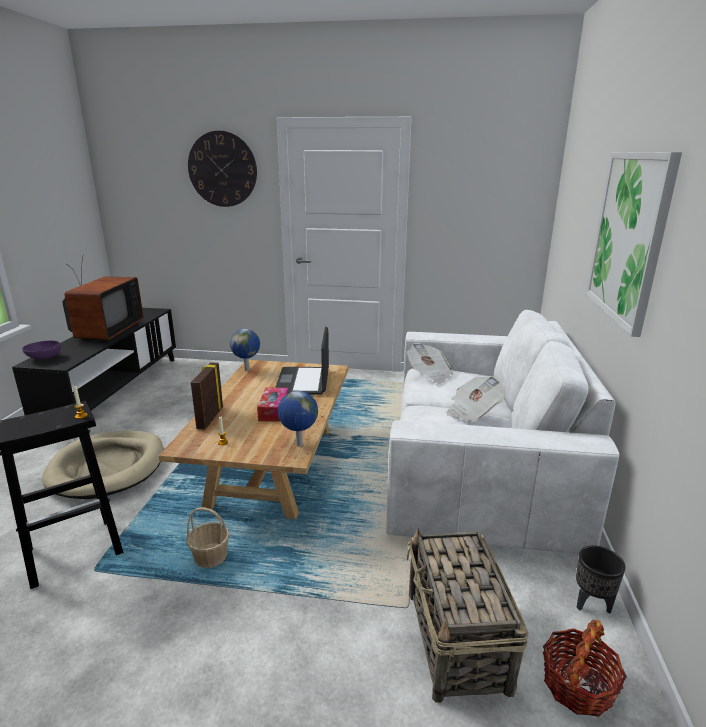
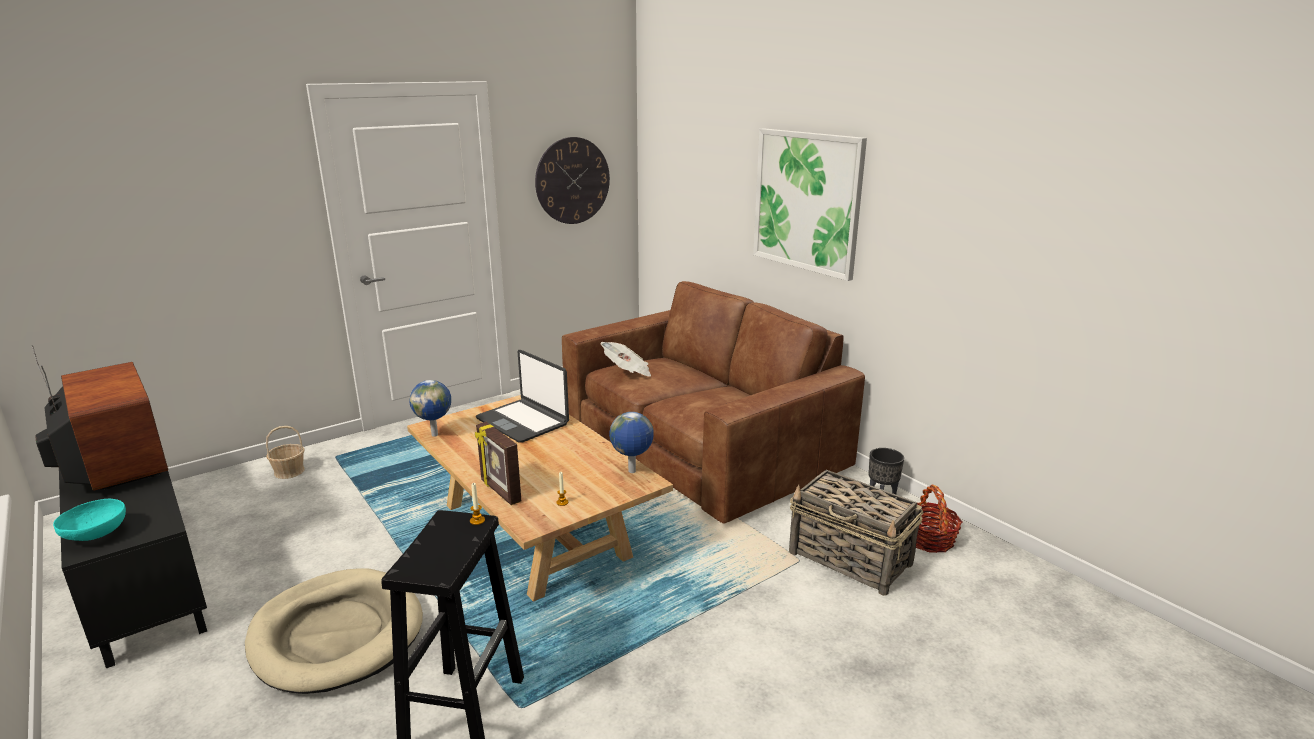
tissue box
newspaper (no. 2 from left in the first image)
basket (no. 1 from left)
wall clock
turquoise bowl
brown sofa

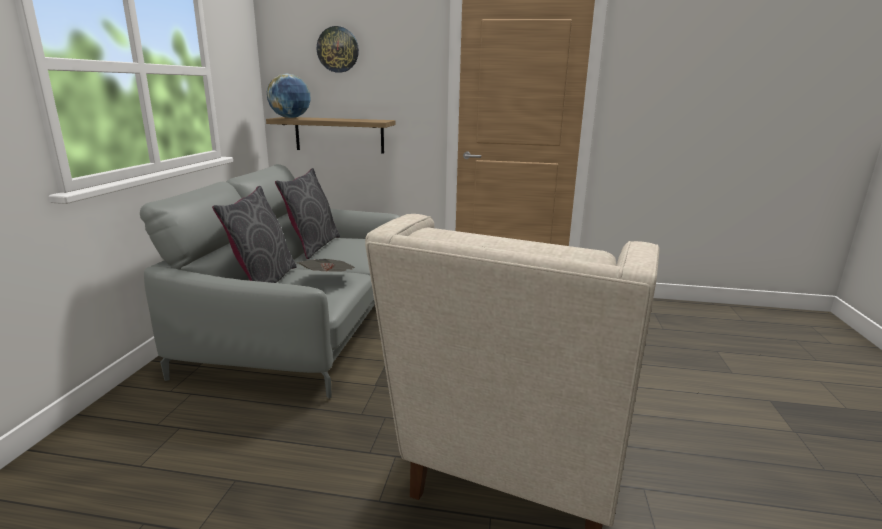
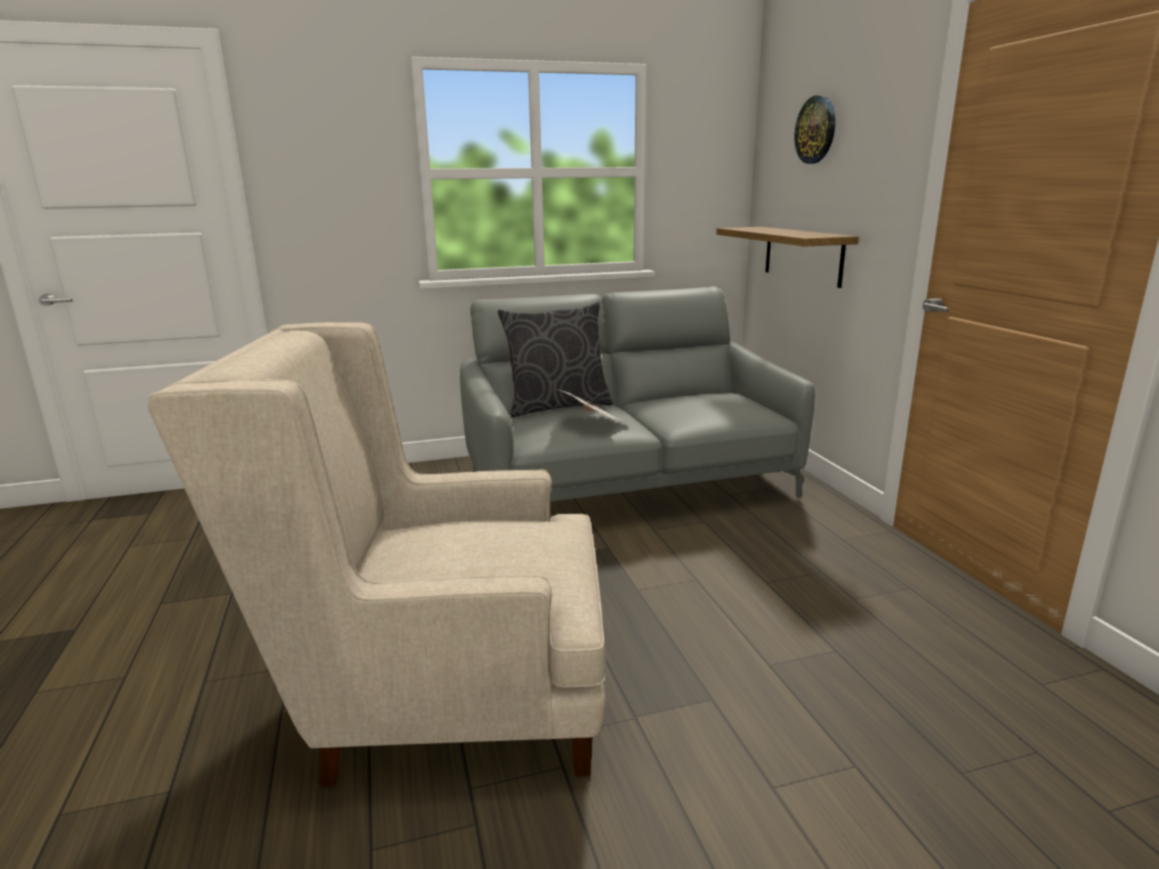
globe
grey pillow (no. 2 from left in the first image)

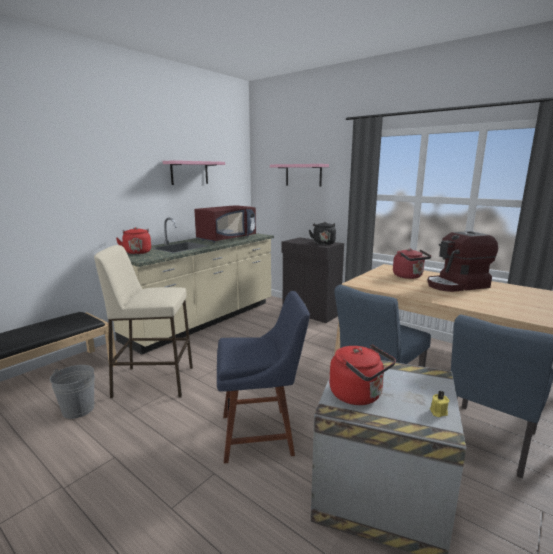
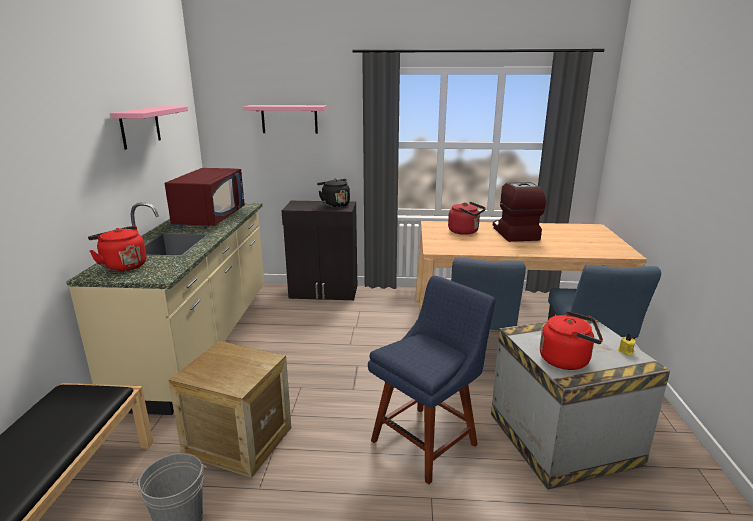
crate (no. 1 from left)
coffee machine

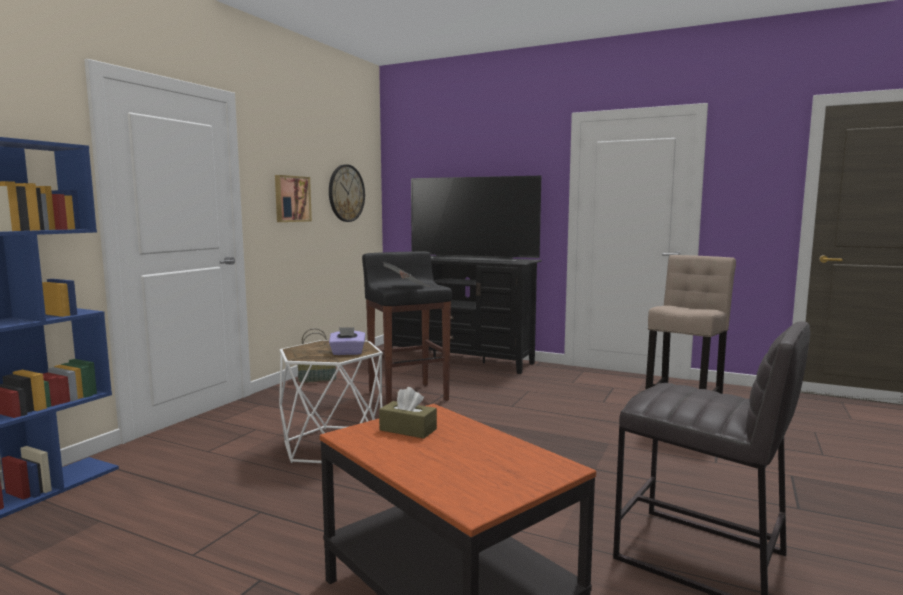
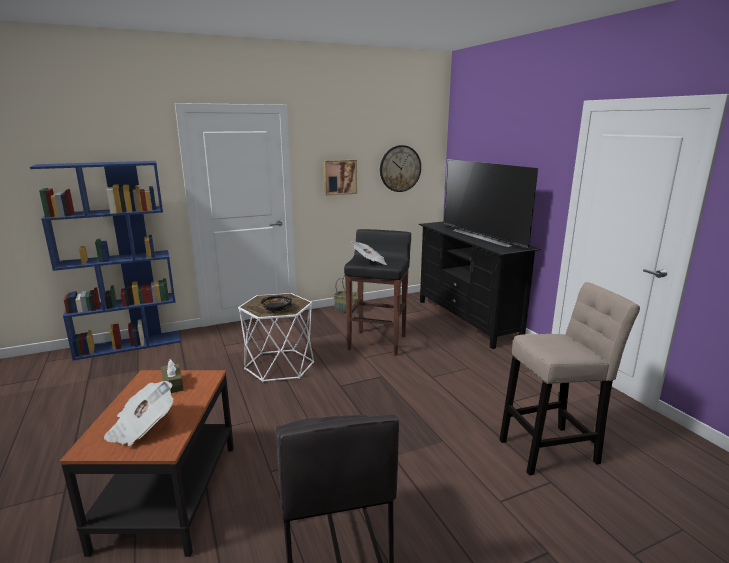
newspaper (no. 1 from left)
black bowl

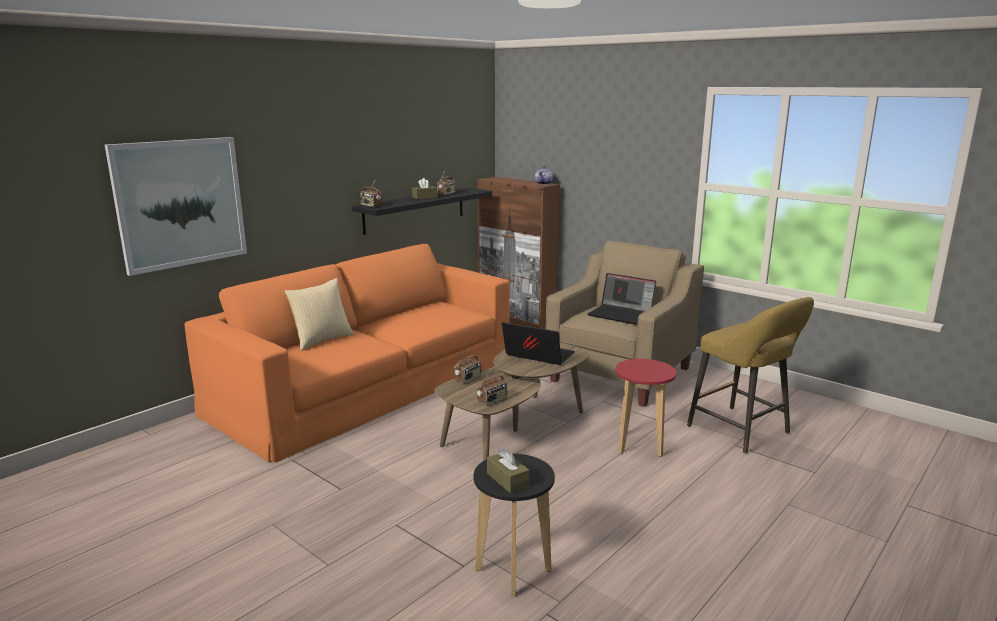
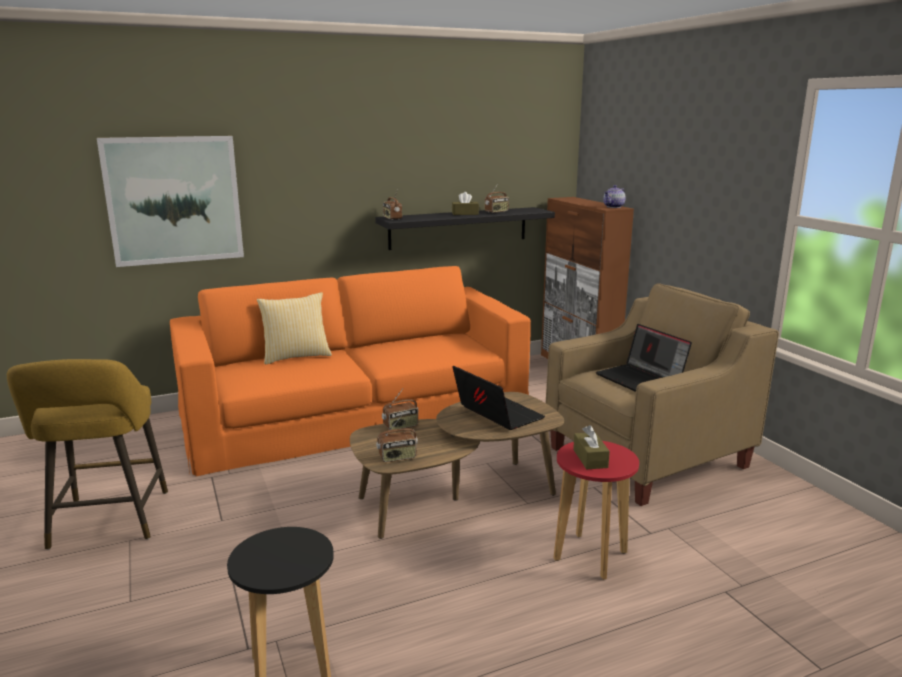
brown tissue box (no. 2 from left)
yellow stool

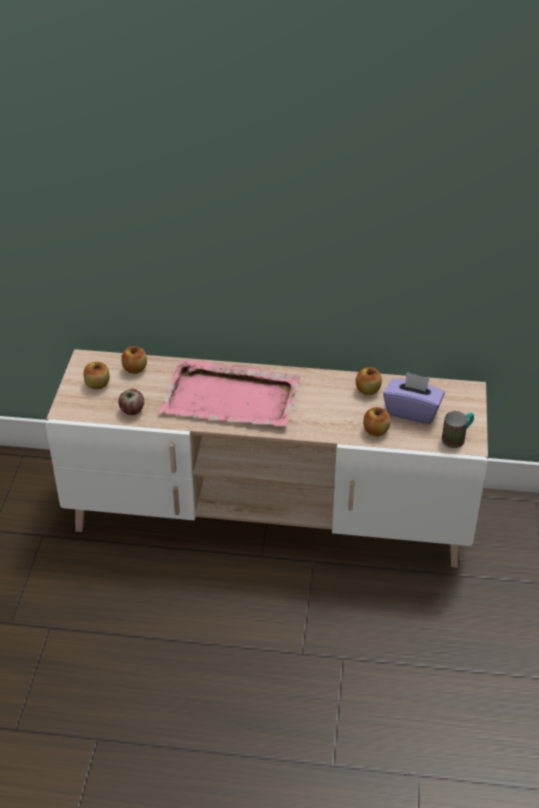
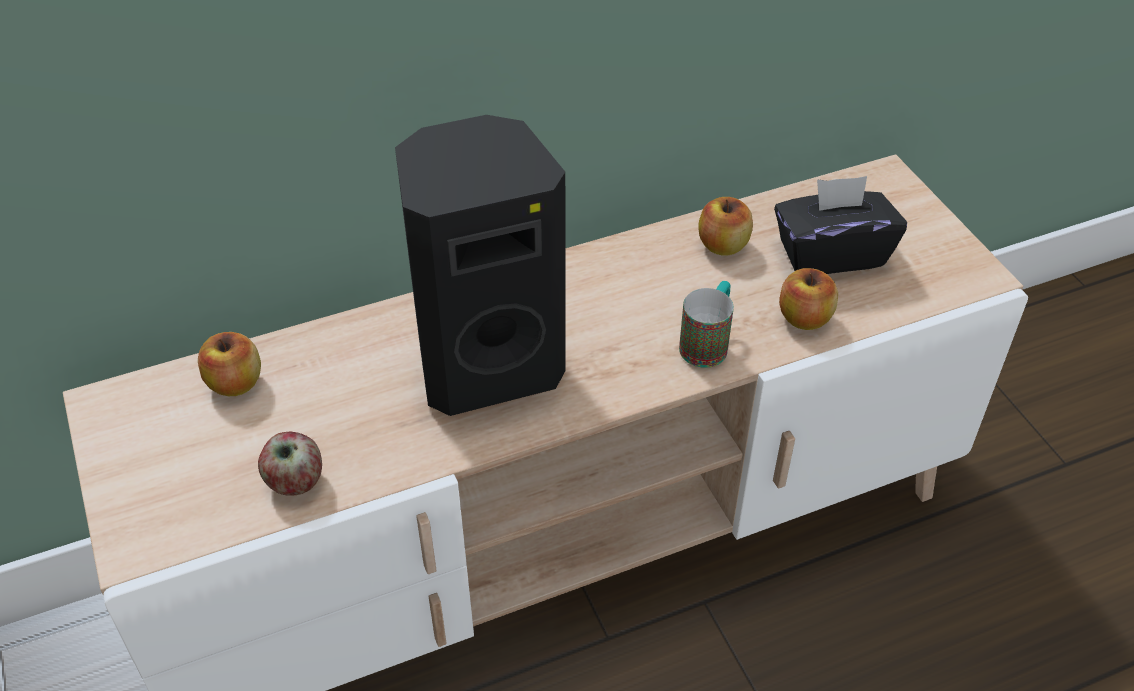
apple (no. 1 from left in the first image)
mug
black speaker
black tissue box

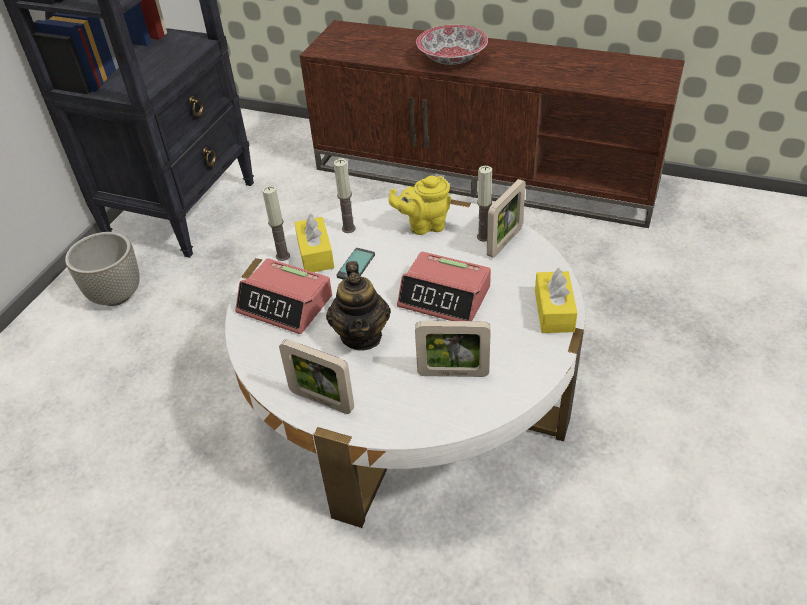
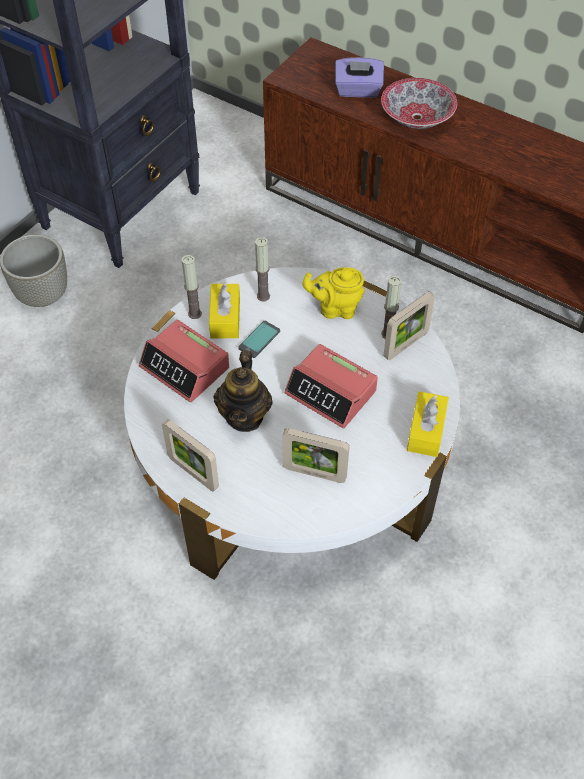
purple tissue box

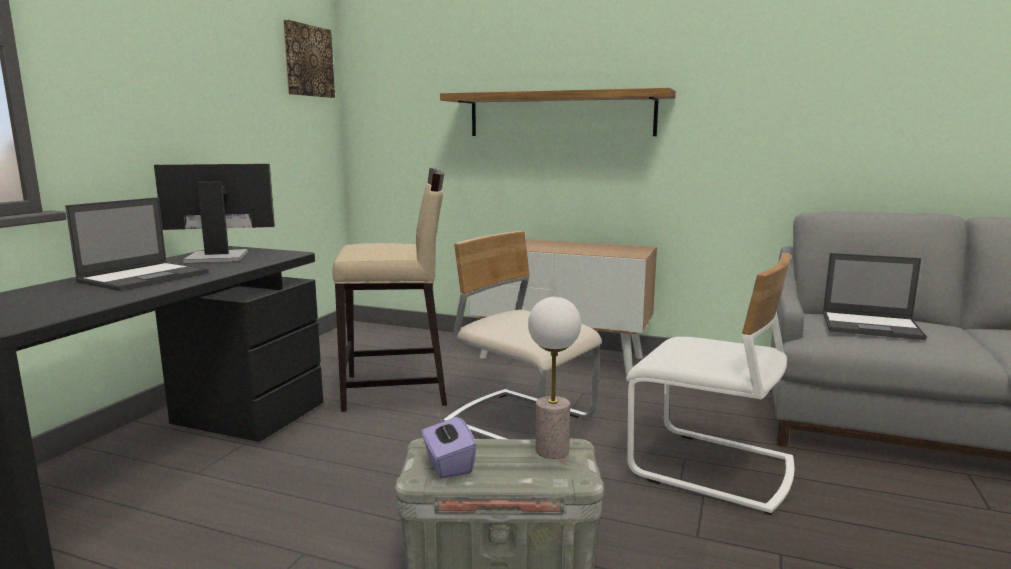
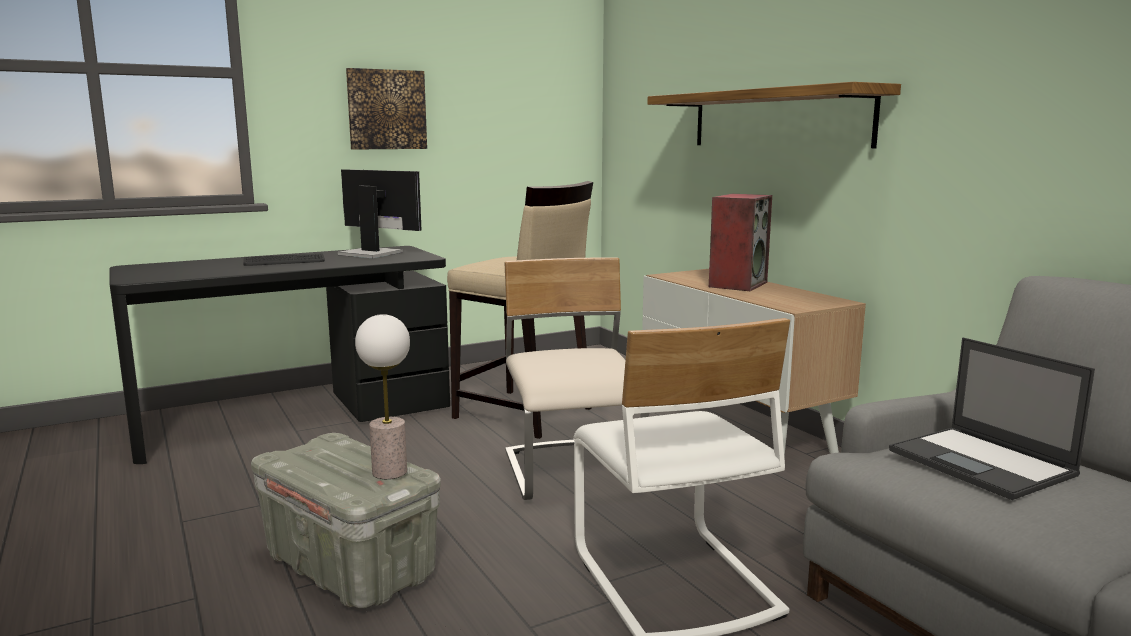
purple tissue box
speaker
picture
keyboard

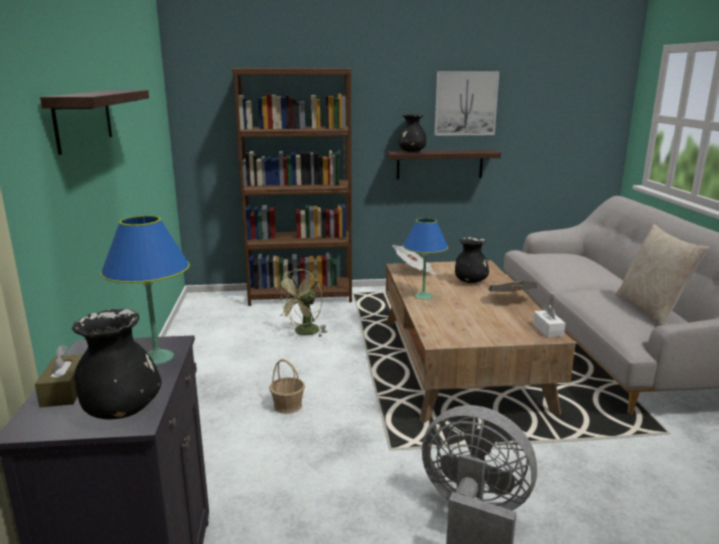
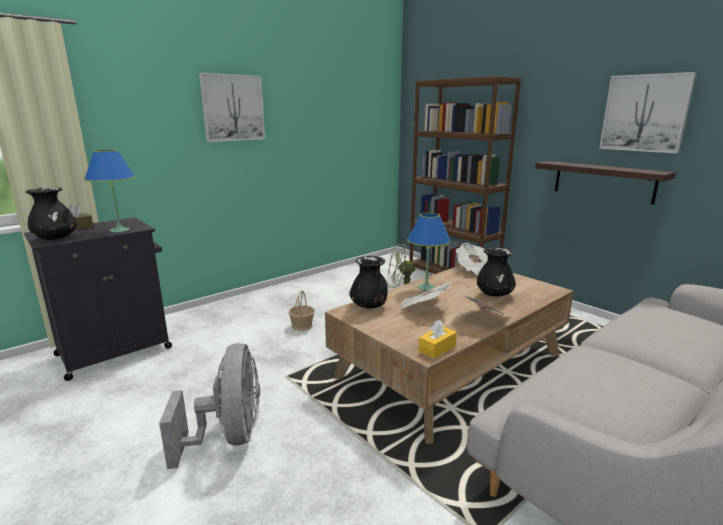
beige pillow
newspaper (no. 1 from left)
black vase (no. 2 from left)
picture (no. 1 from left)
yellow tissue box

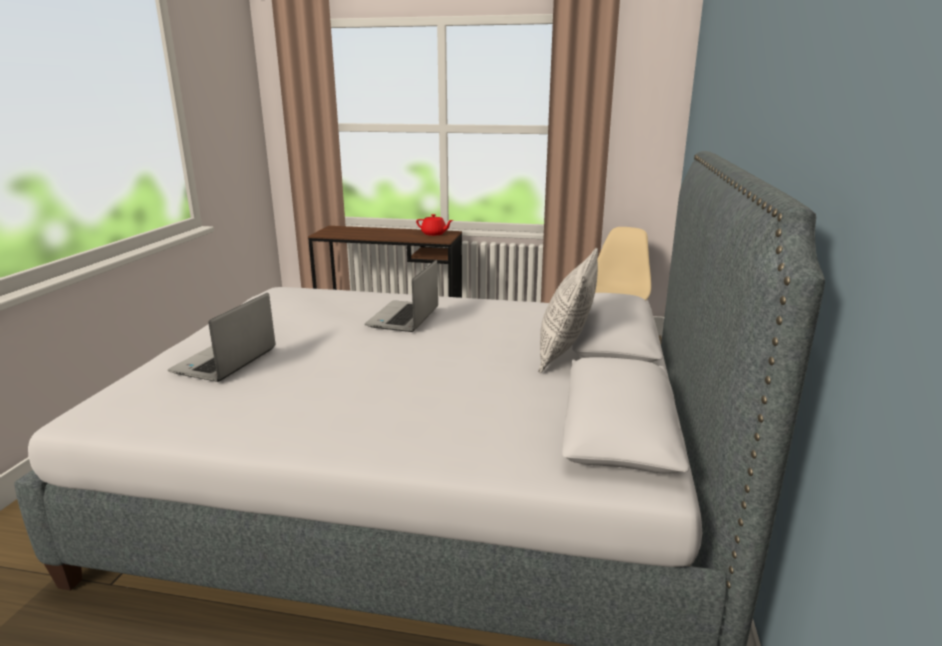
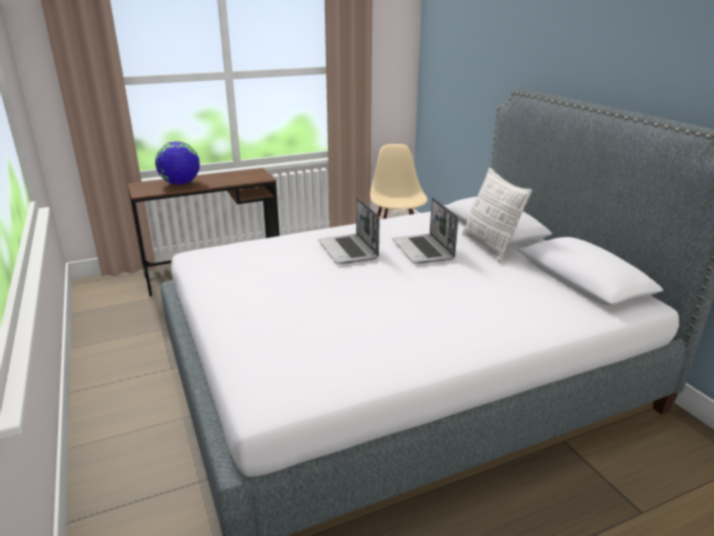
red teapot
globe
laptop (no. 2 from left)

